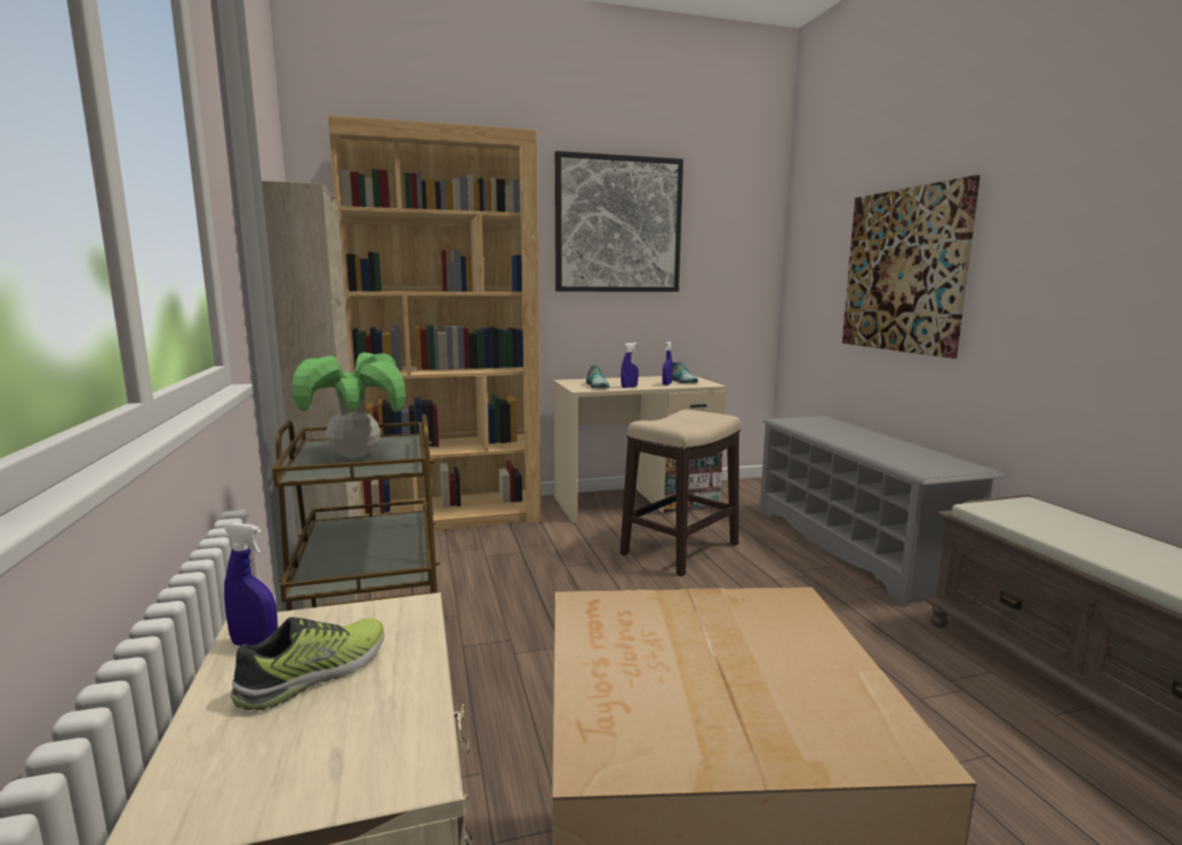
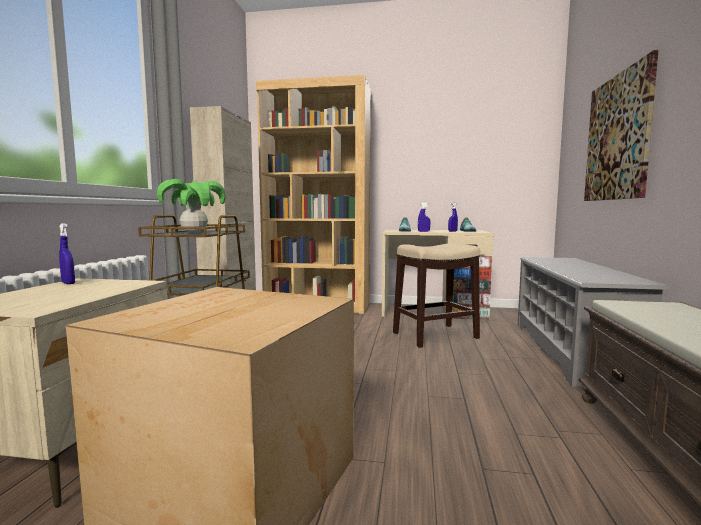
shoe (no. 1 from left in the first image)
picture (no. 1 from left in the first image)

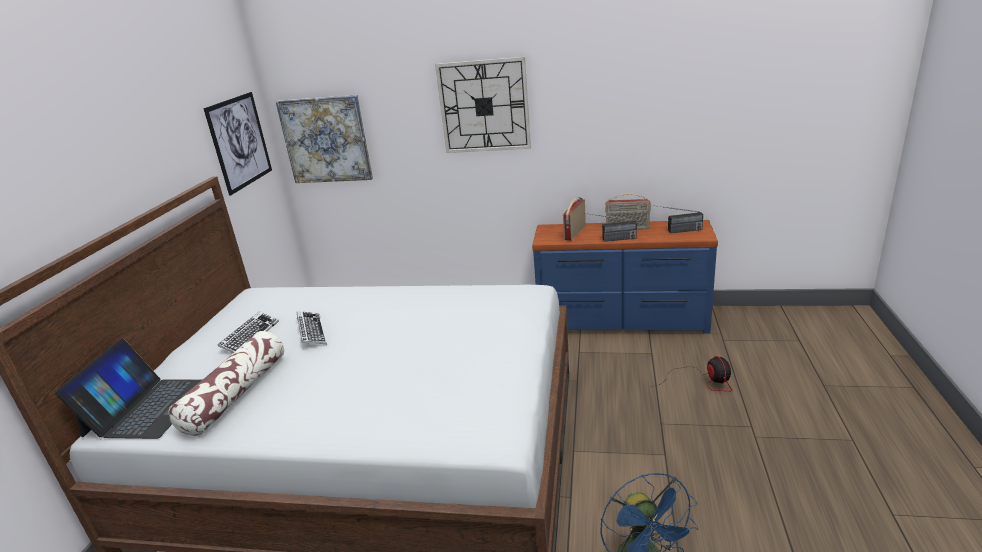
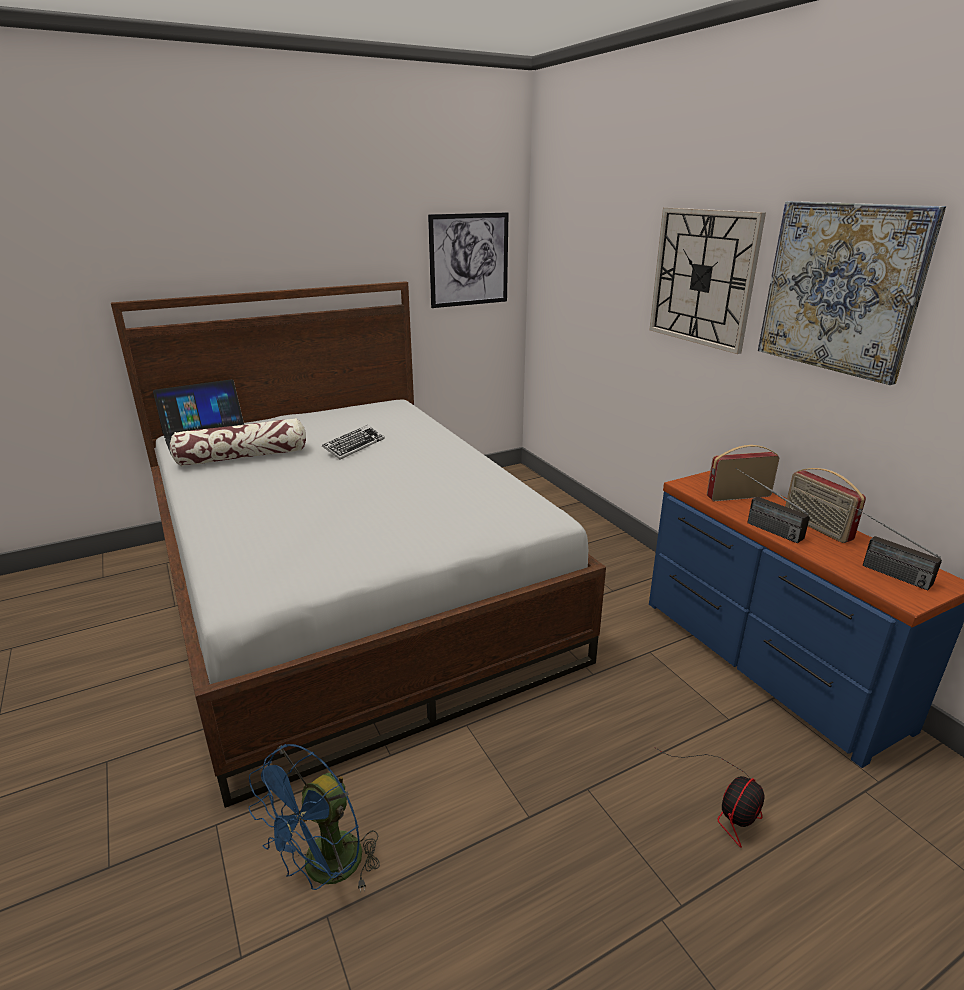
keyboard (no. 1 from left in the first image)
picture (no. 2 from left)

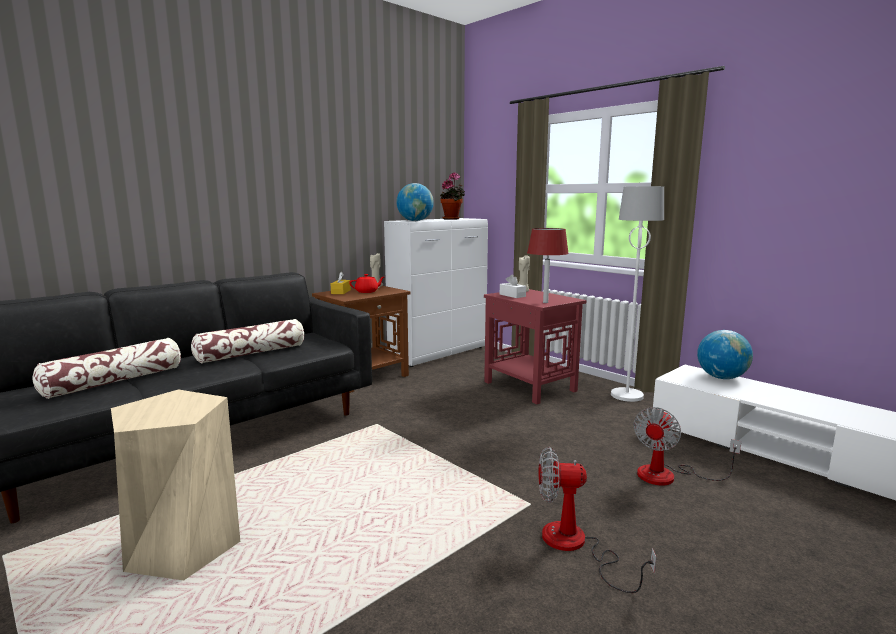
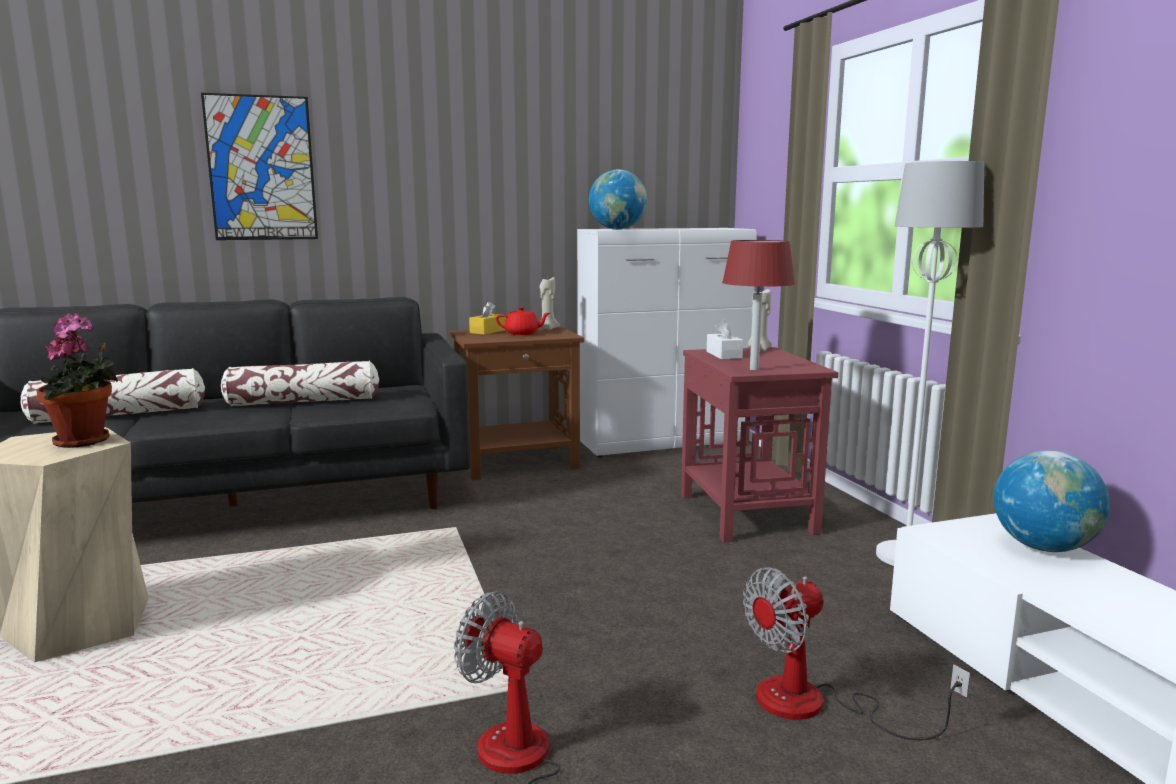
picture
potted plant

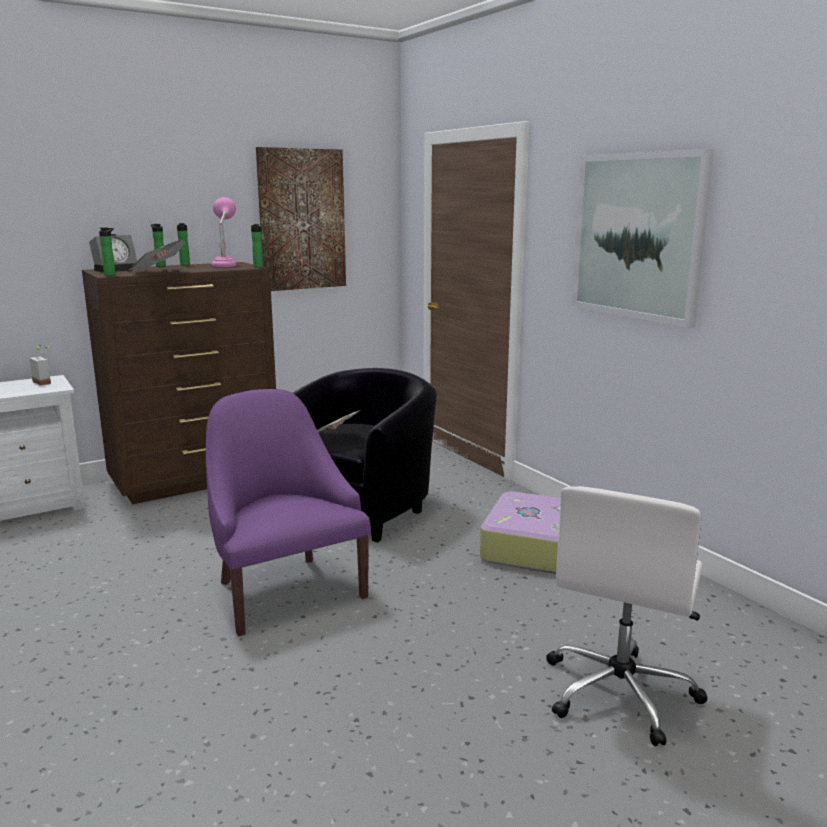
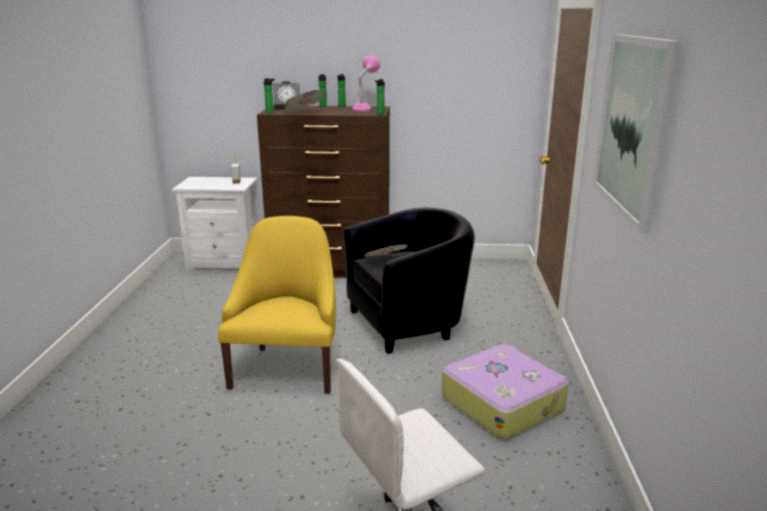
picture (no. 1 from left in the first image)
yellow armchair

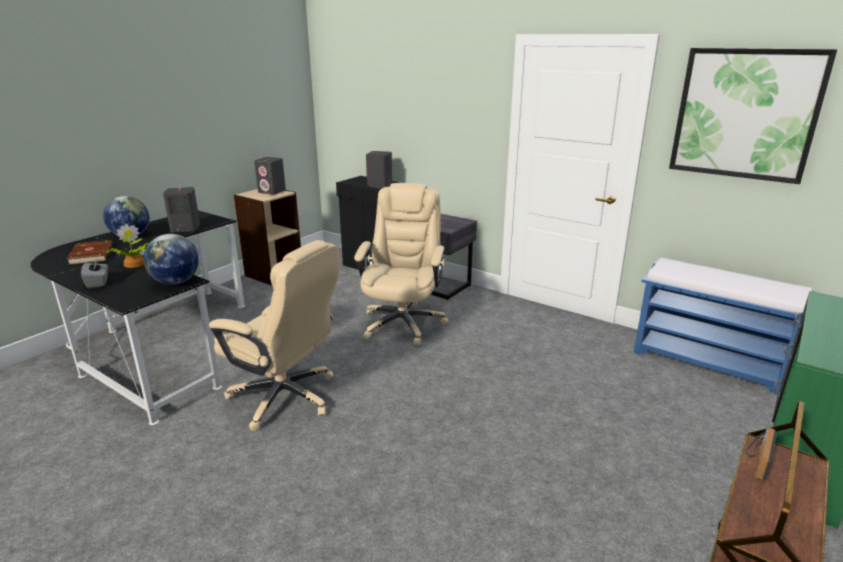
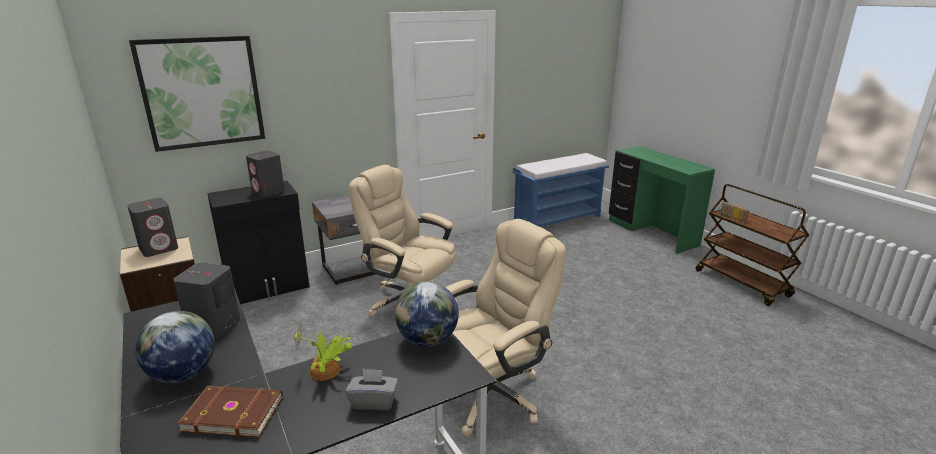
picture

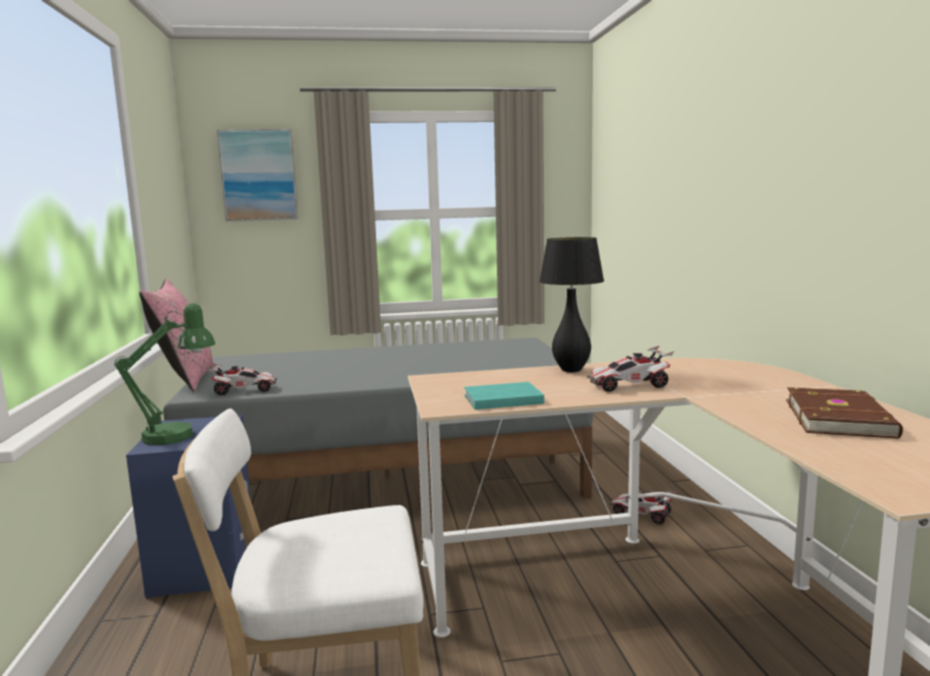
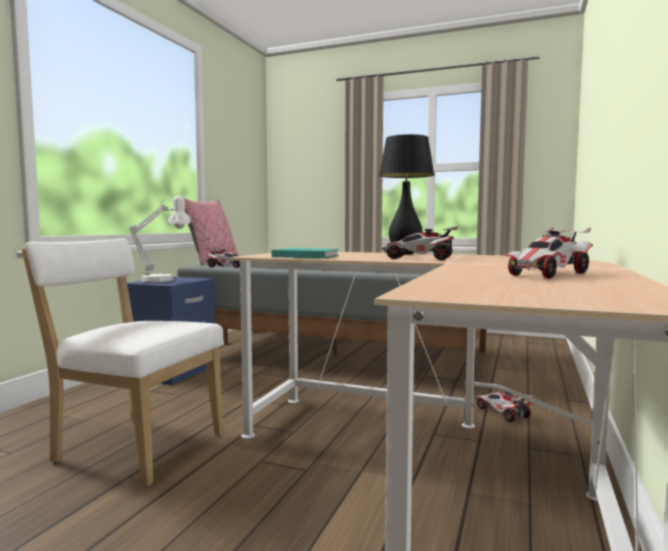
picture
toy car (no. 4 from left)
white table lamp

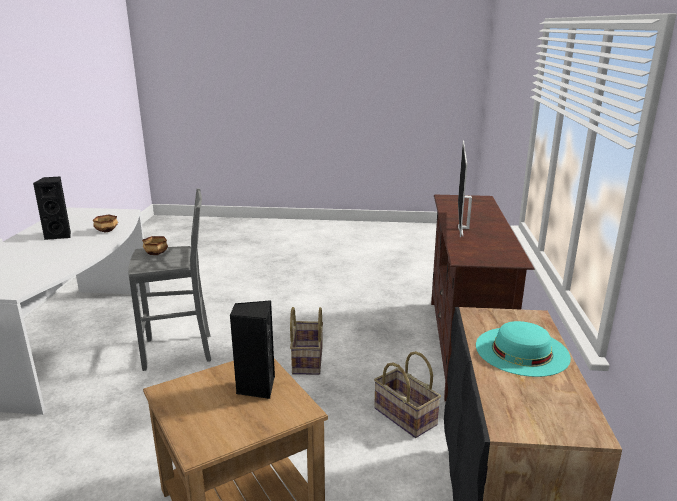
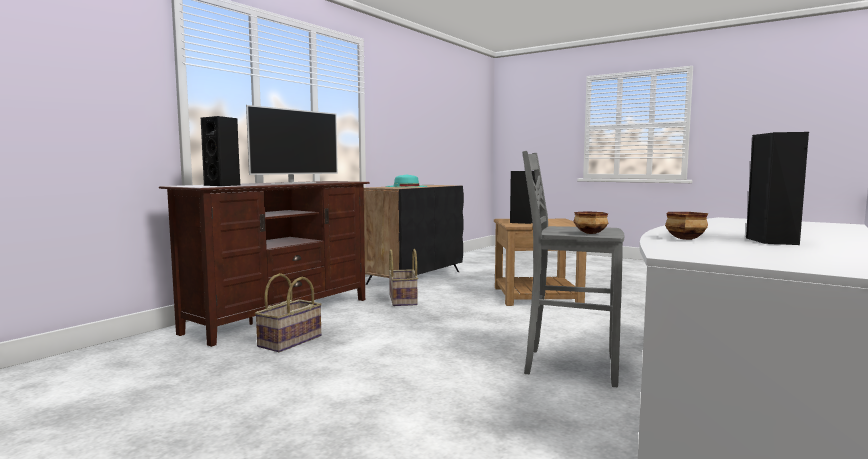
black speaker (no. 1 from left)
basket (no. 1 from left)

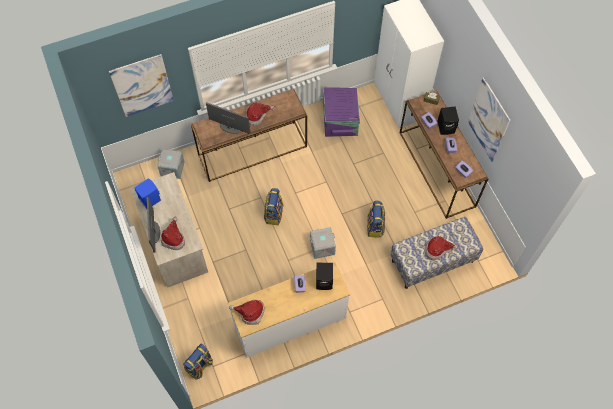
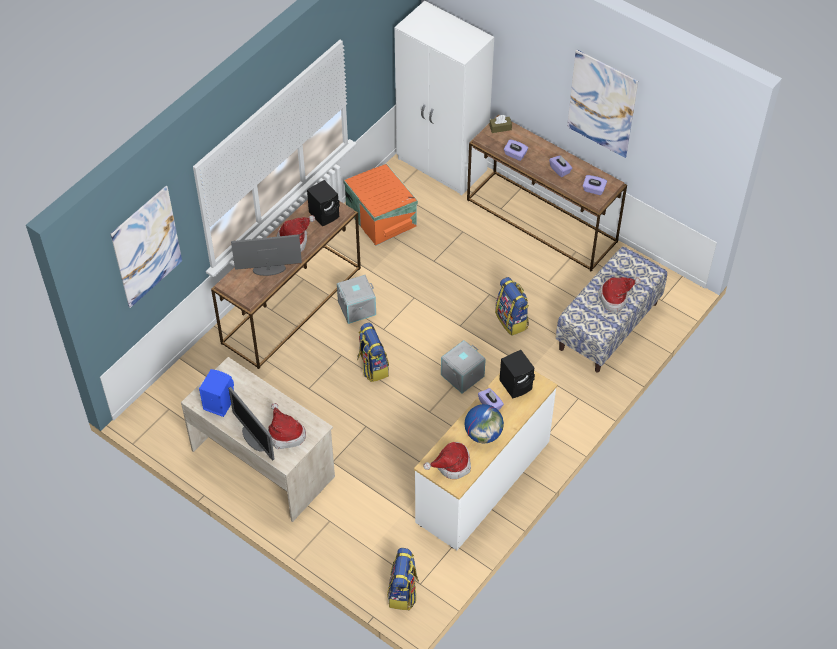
globe
grey storage box (no. 1 from left)
black speaker (no. 1 from left)
orange storage box

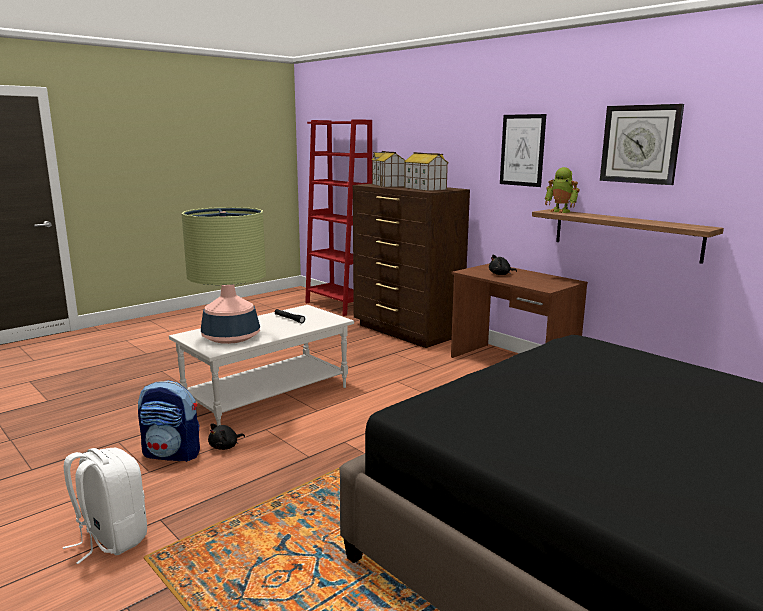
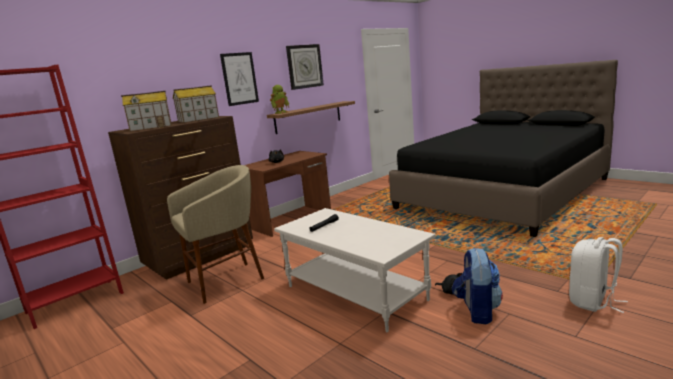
table lamp
beige stool

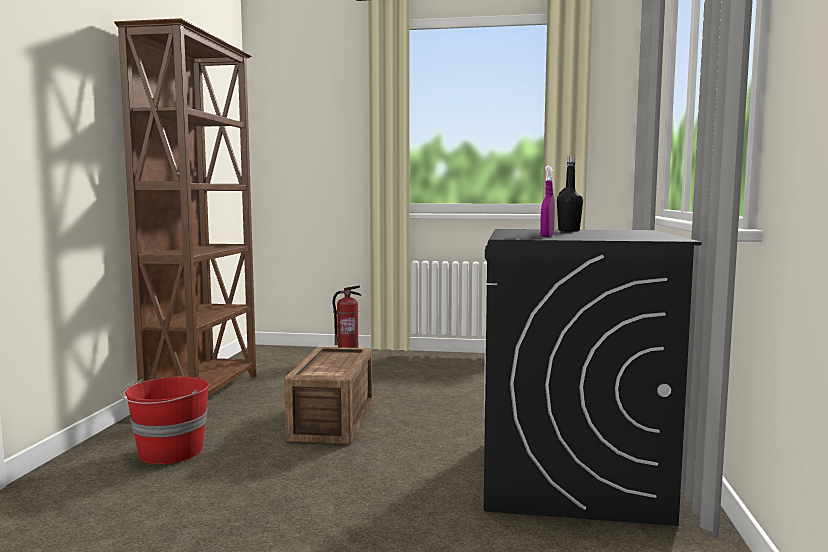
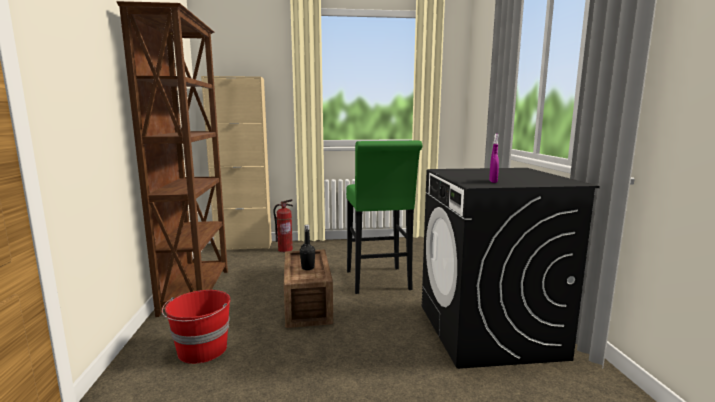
beige cabinet
green stool
black bottle

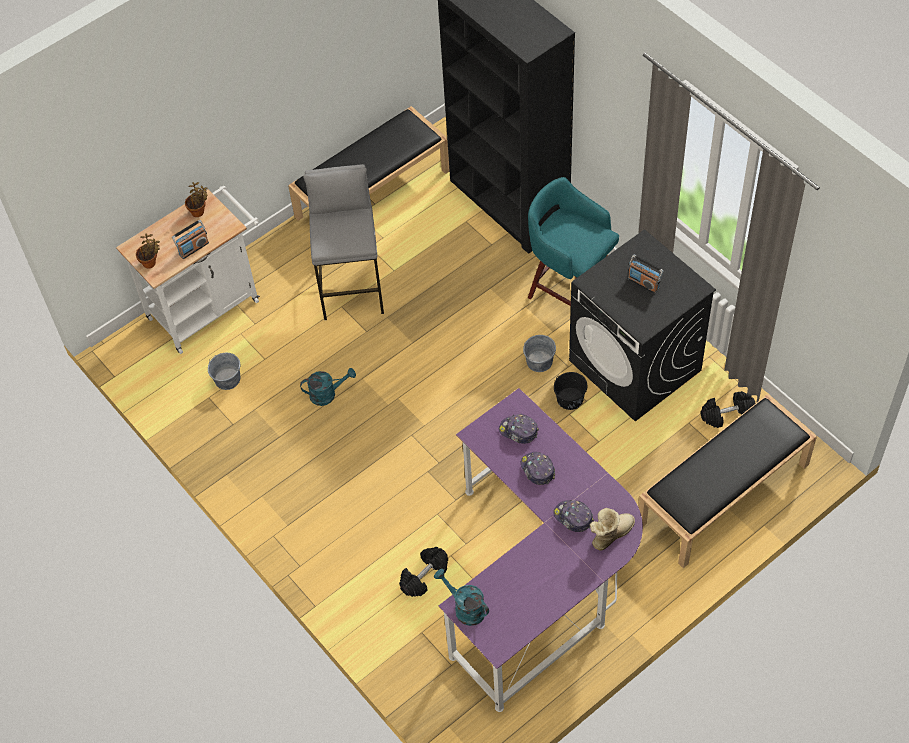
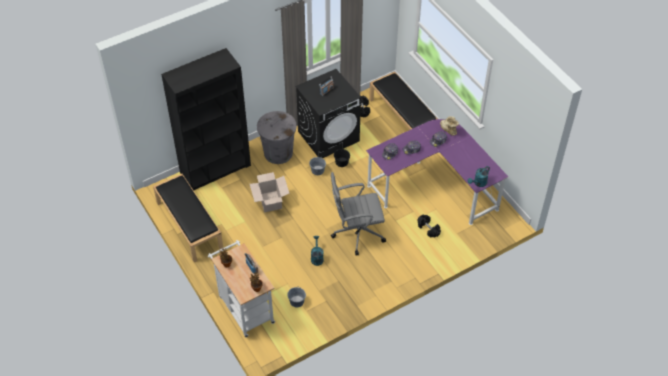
grey stool
cardboard box
grey office chair
grey trash can

